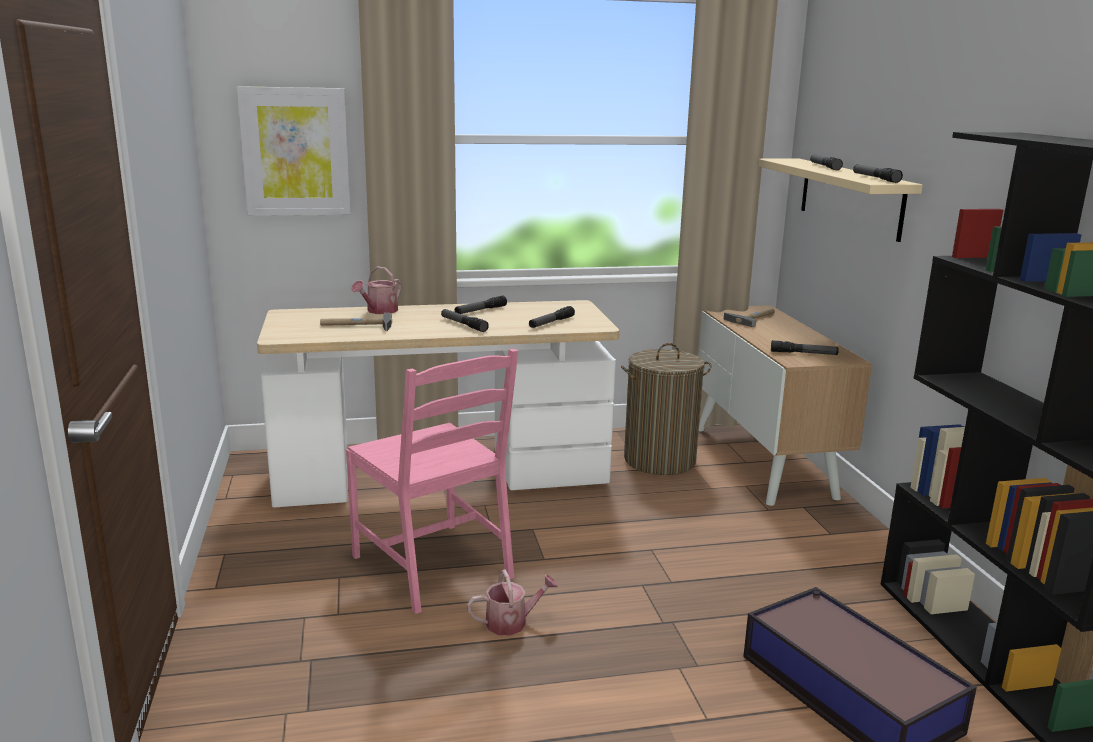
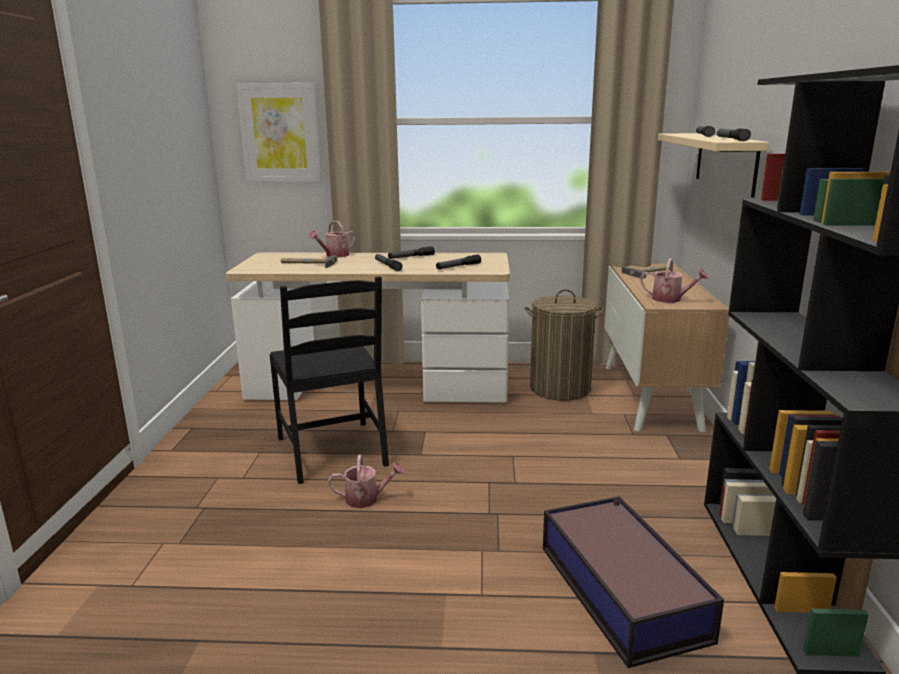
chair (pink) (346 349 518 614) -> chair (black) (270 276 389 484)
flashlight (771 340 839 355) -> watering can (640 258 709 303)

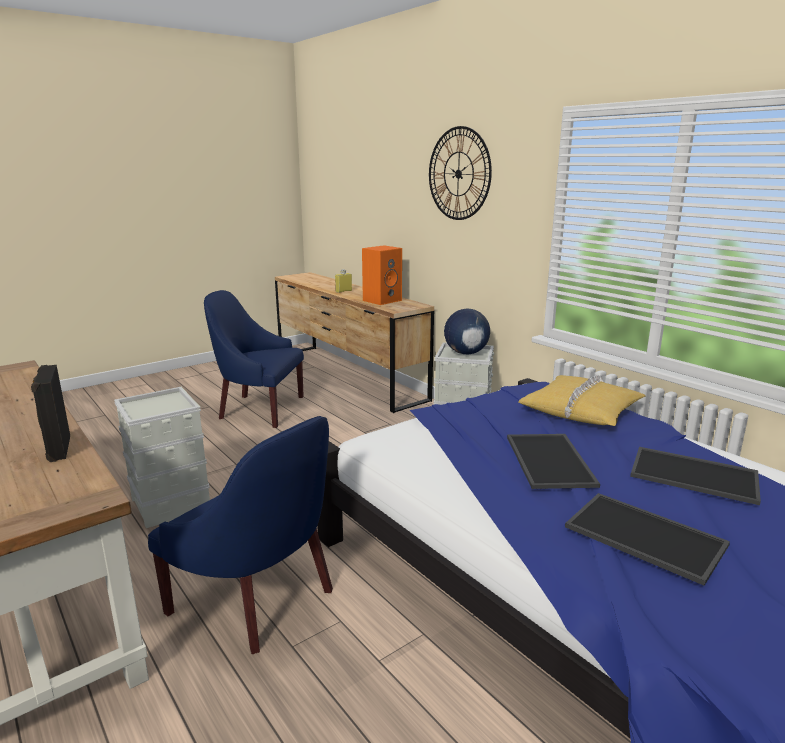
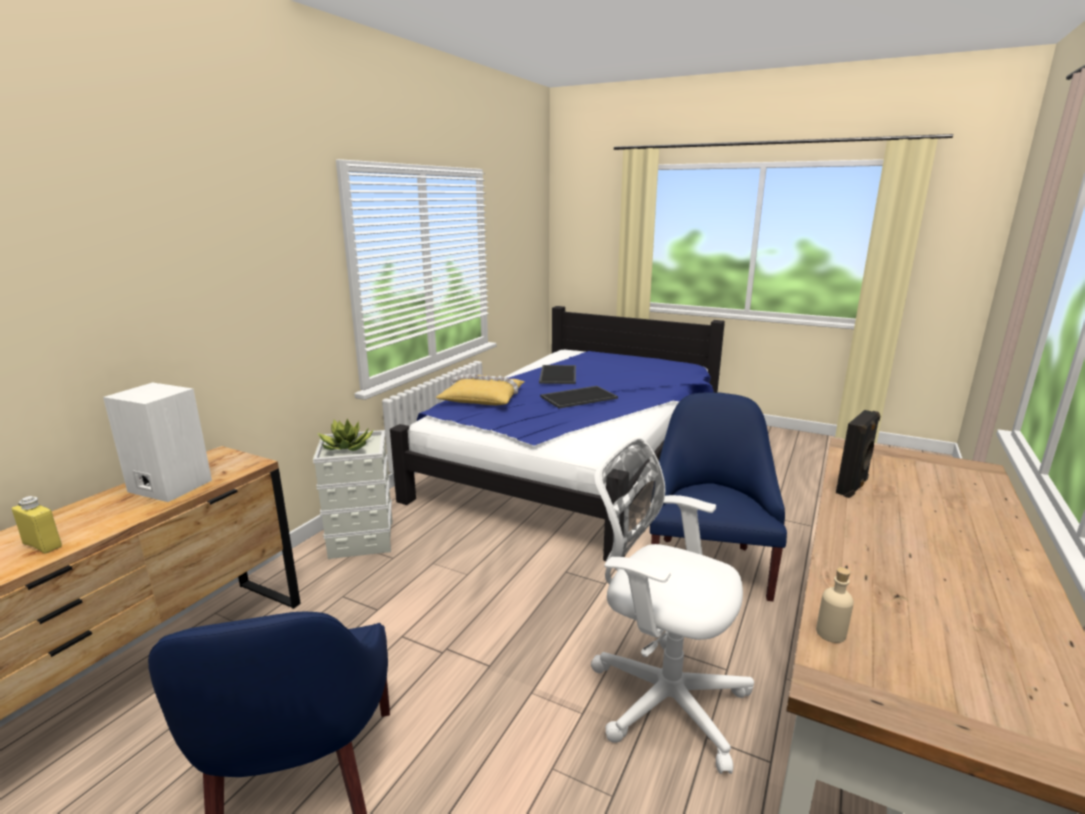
speaker (orange) (362 245 402 305) -> speaker (white) (103 383 212 502)
globe (444 309 490 354) -> potted plant (317 419 373 451)
storage box (grey) (114 387 210 528) -> office chair (white) (591 437 754 774)
none -> bottle (beige) (816 567 854 643)
wall clock (429 126 492 220) -> none
tray (565 493 730 586) -> none

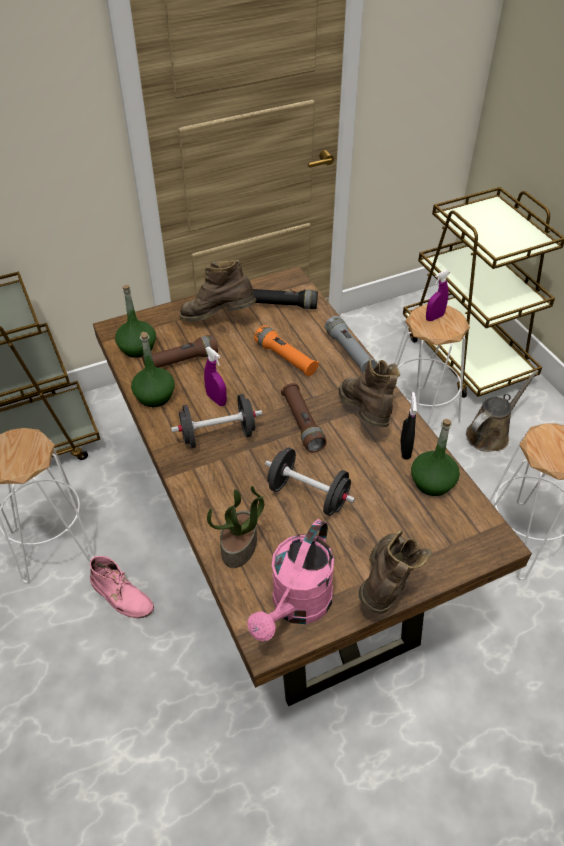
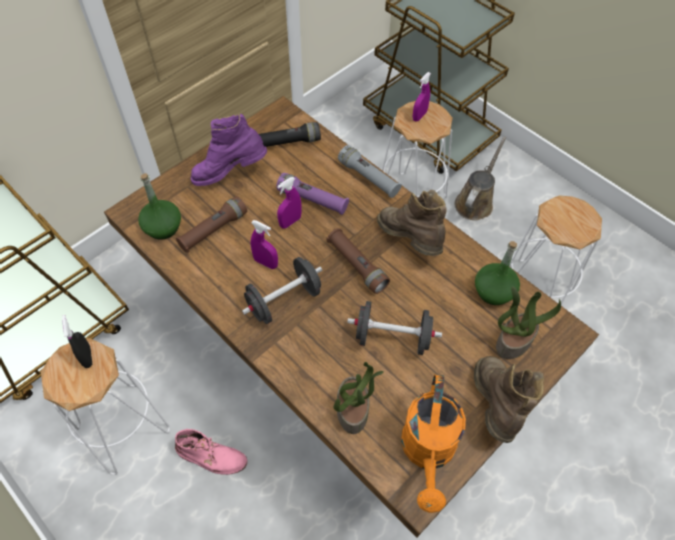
spray bottle (black) (401 392 417 460) -> spray bottle (black) (62 315 92 368), relocated
boot (brown) (179 259 256 322) -> boot (purple) (191 114 267 186)
flashlight (orange) (254 325 319 376) -> flashlight (purple) (276 173 349 215)
none -> spray bottle (purple) (277 177 302 229)
watering can (pink) (248 519 334 641) -> watering can (orange) (401 374 466 513)
none -> potted plant (496 287 561 359)
bottle (green) (131 332 175 407) -> none

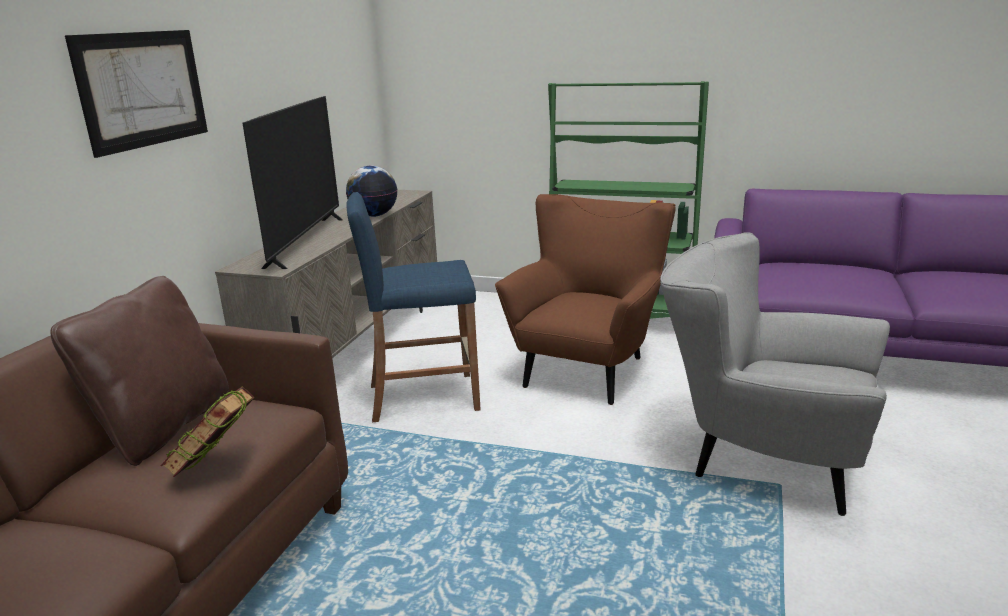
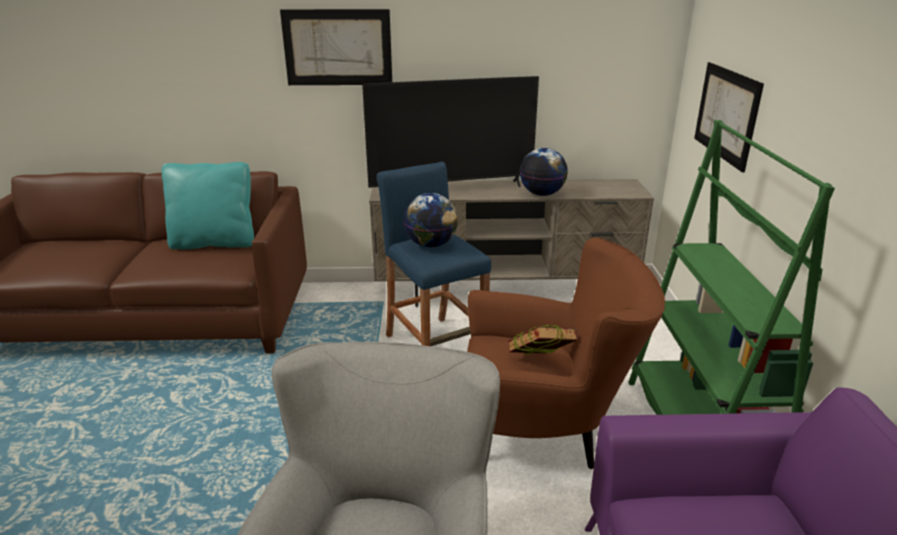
pillow (brown) (50 276 229 466) -> pillow (turquoise) (161 162 254 249)
none -> globe (403 193 458 248)
book (160 387 255 477) -> book (508 325 578 355), relocated
none -> picture (694 62 764 173)

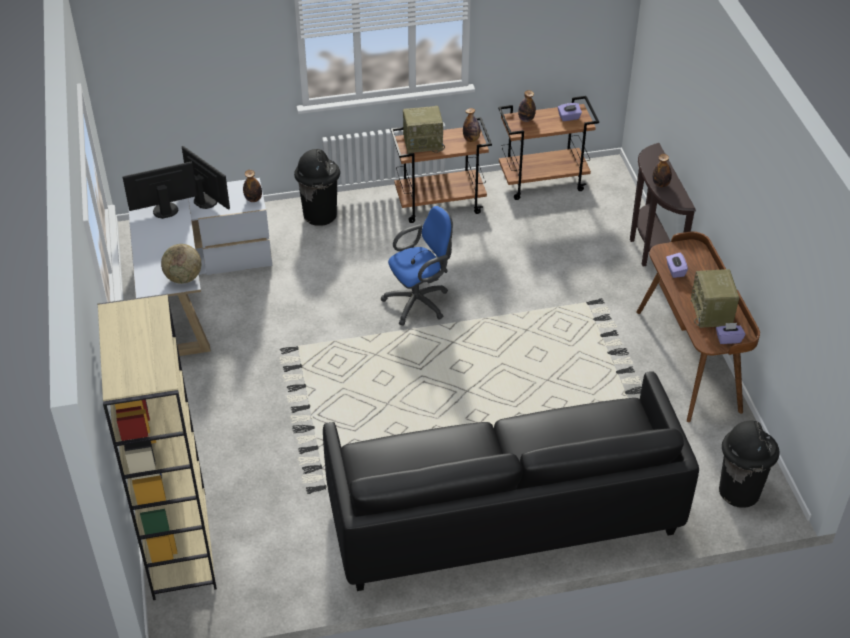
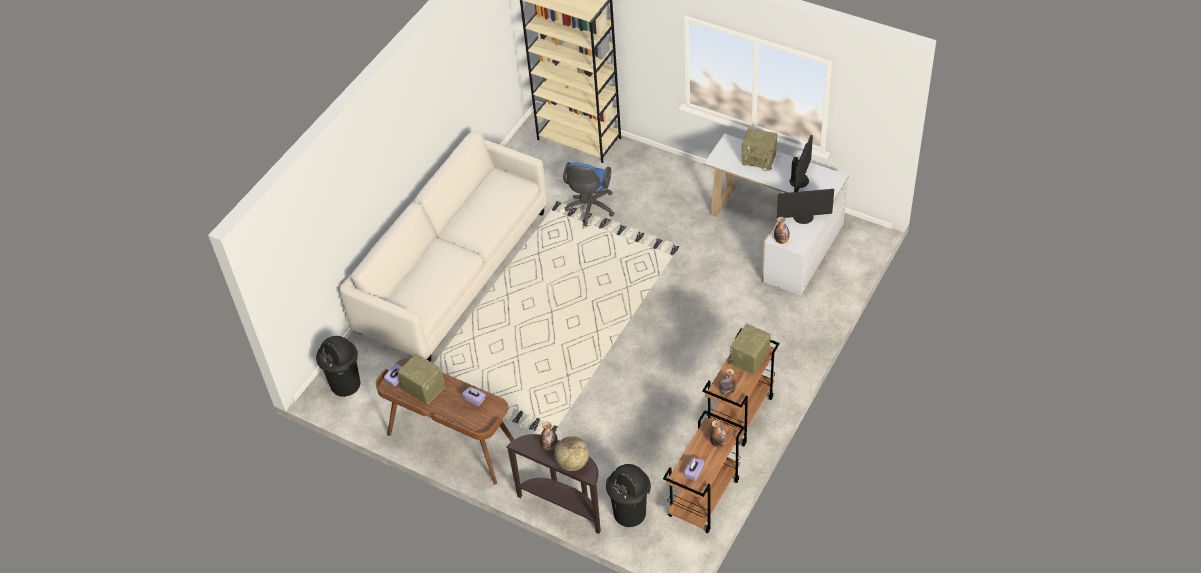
sofa (black) (323 371 699 591) -> sofa (white) (339 132 548 361)
globe (161 244 201 284) -> globe (554 436 589 471), relocated
office chair (blue) (381 206 453 326) -> office chair (blue) (563 162 615 226), relocated
trash can (black) (294 149 340 226) -> trash can (black) (606 464 651 527), relocated
none -> radio (742 128 777 171)

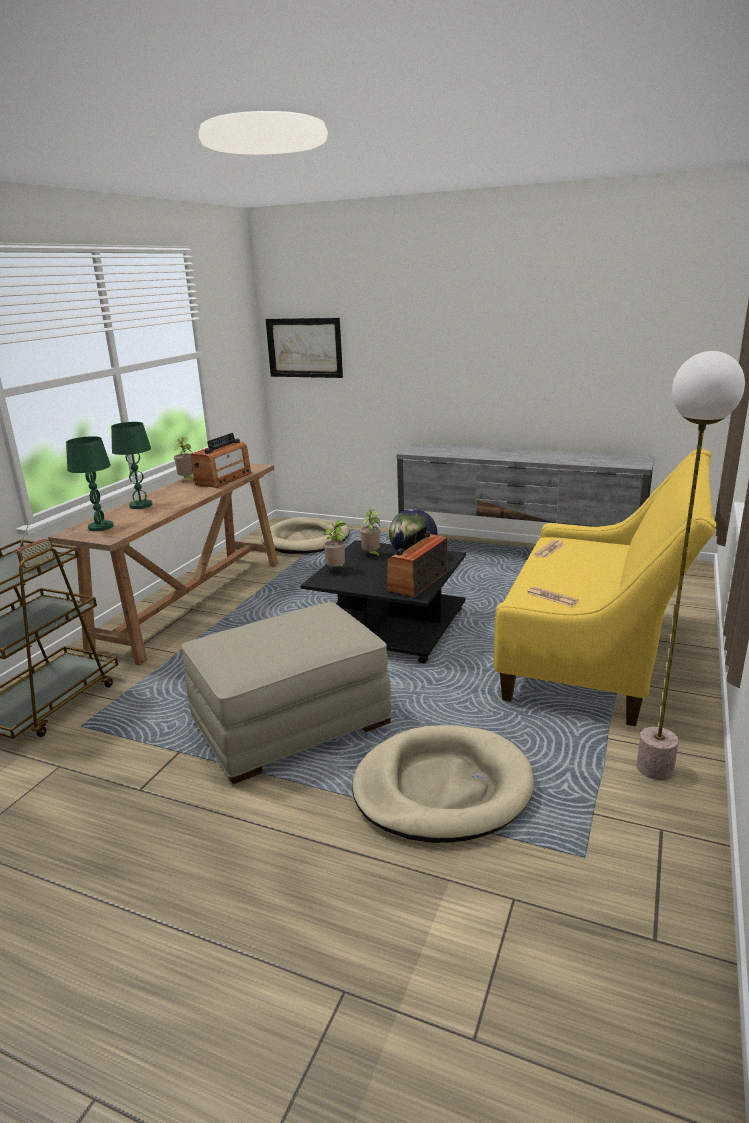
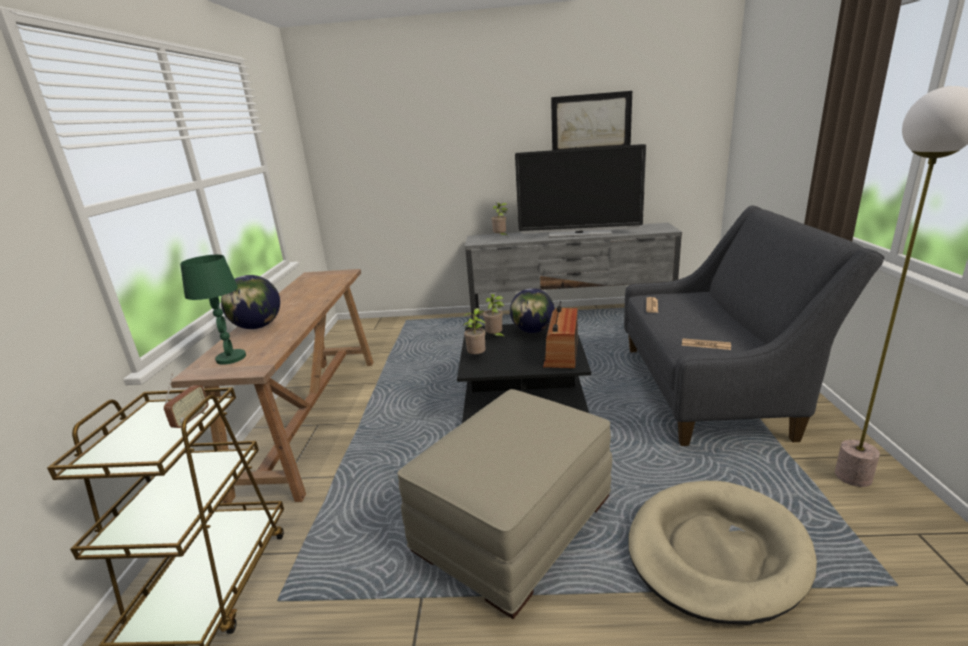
table lamp (green) (111 422 153 509) -> globe (221 275 280 329)
potted plant (174 437 194 482) -> potted plant (491 203 509 237), relocated
none -> television (515 144 646 238)
picture (266 318 343 378) -> picture (551 91 632 150), relocated
sofa (yellow) (494 448 717 726) -> sofa (grey) (624 205 885 446)
radio (191 433 252 488) -> none
dog bed (beige) (261 517 349 554) -> none

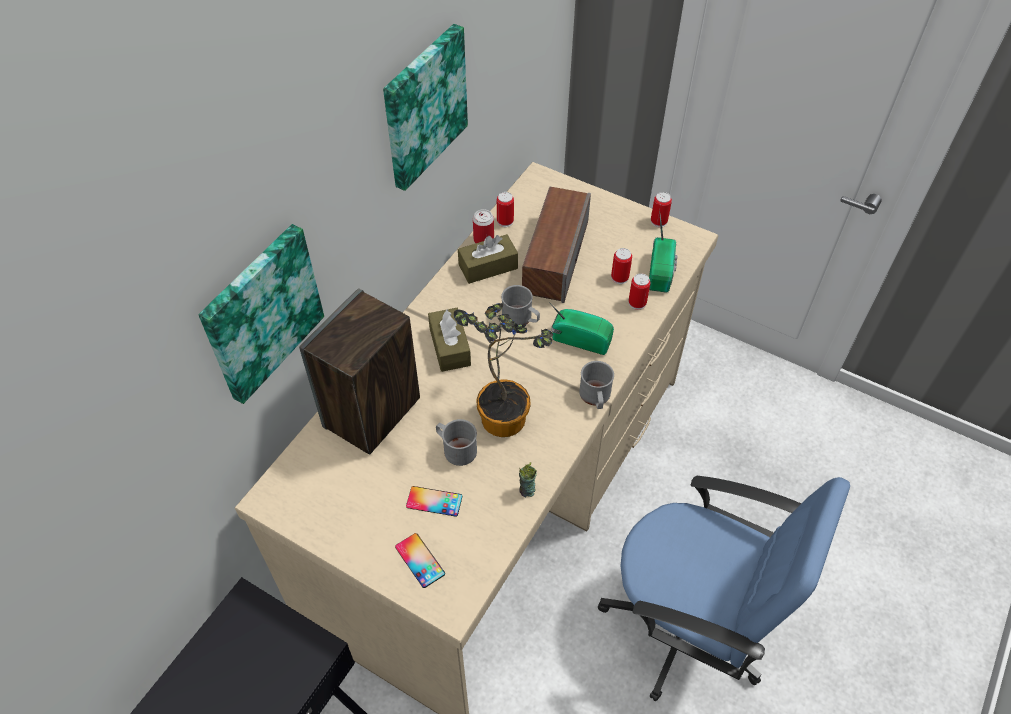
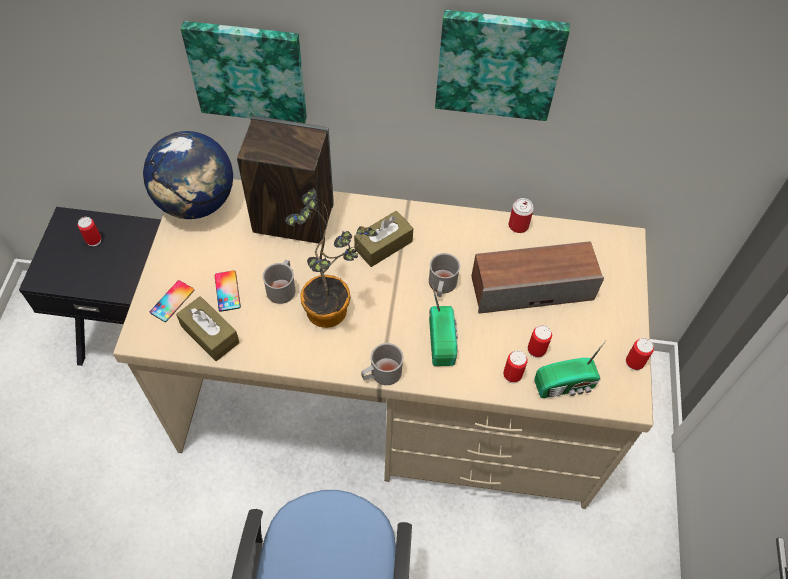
can (497 192 514 227) -> can (78 217 101 246), relocated
none -> globe (143 131 233 219)
tissue box (brown) (458 234 518 284) -> tissue box (brown) (176 296 240 361), relocated
cup (519 462 537 497) -> none

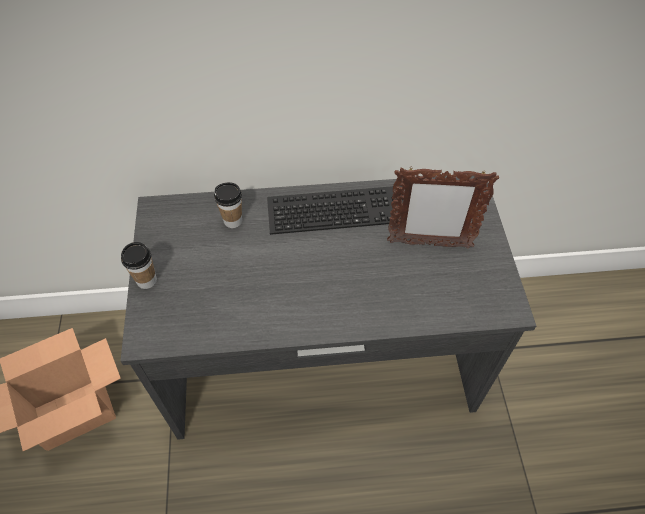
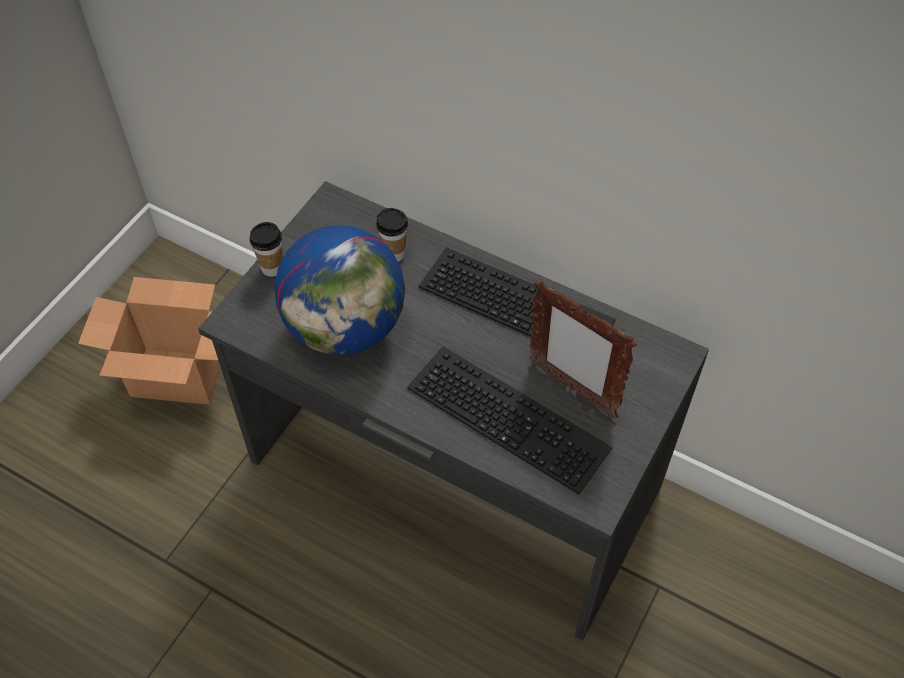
none -> globe (274 225 405 355)
none -> keyboard (407 346 612 494)

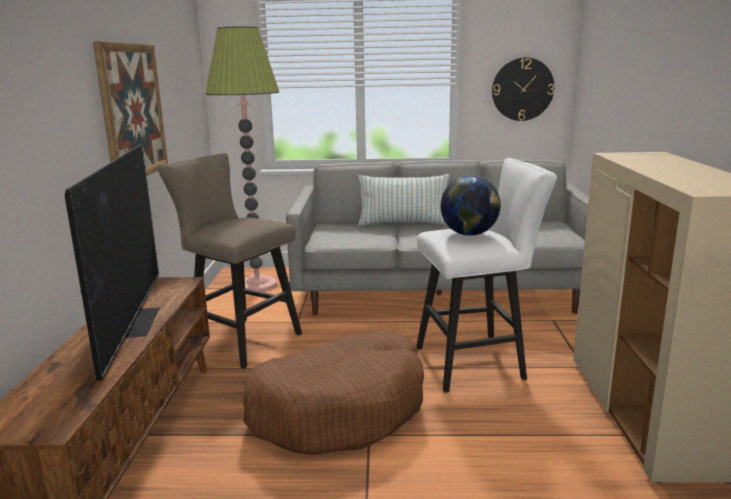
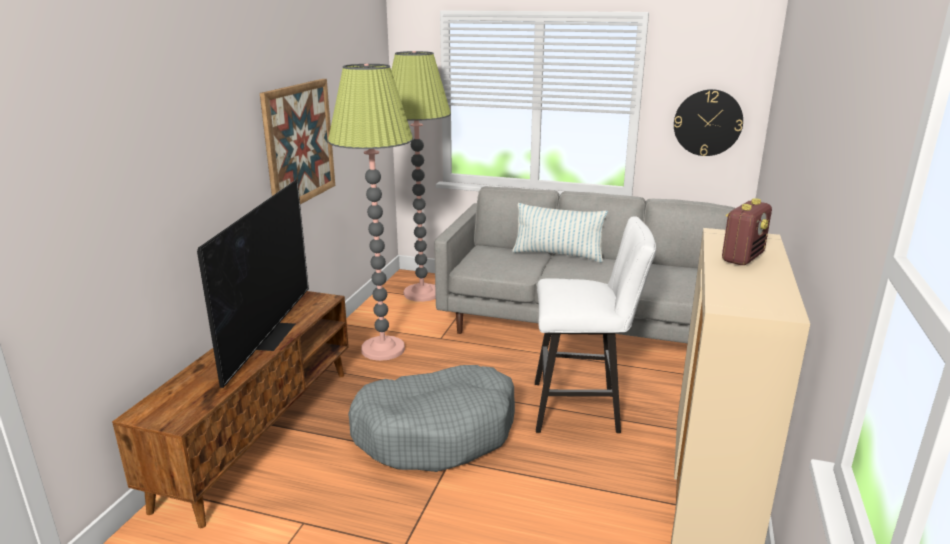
stool (beige) (157 153 302 369) -> floor lamp (328 64 413 361)
dog bed (brown) (243 331 424 455) -> dog bed (grey) (348 365 515 472)
none -> radio (722 198 772 265)
globe (440 176 501 236) -> none

